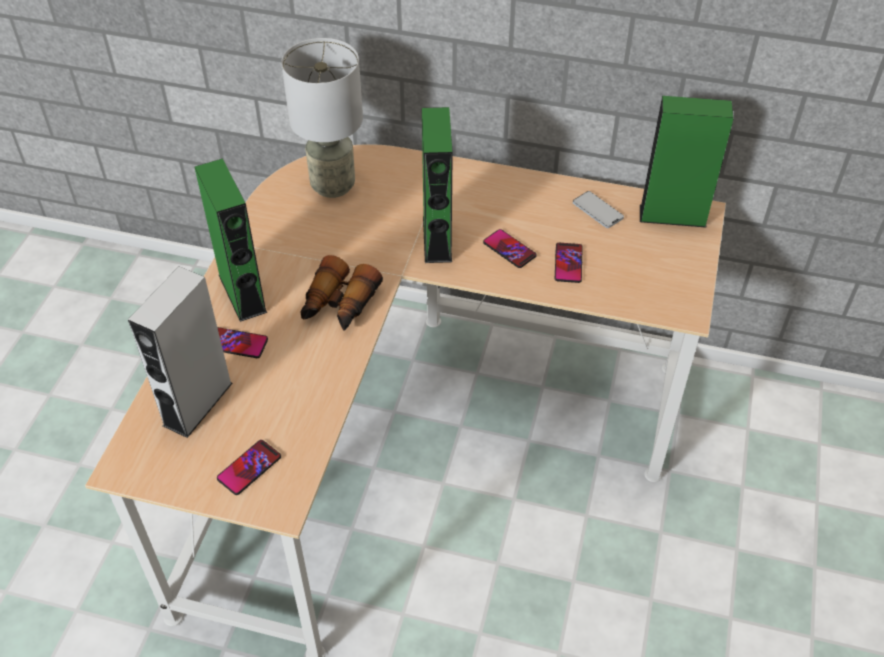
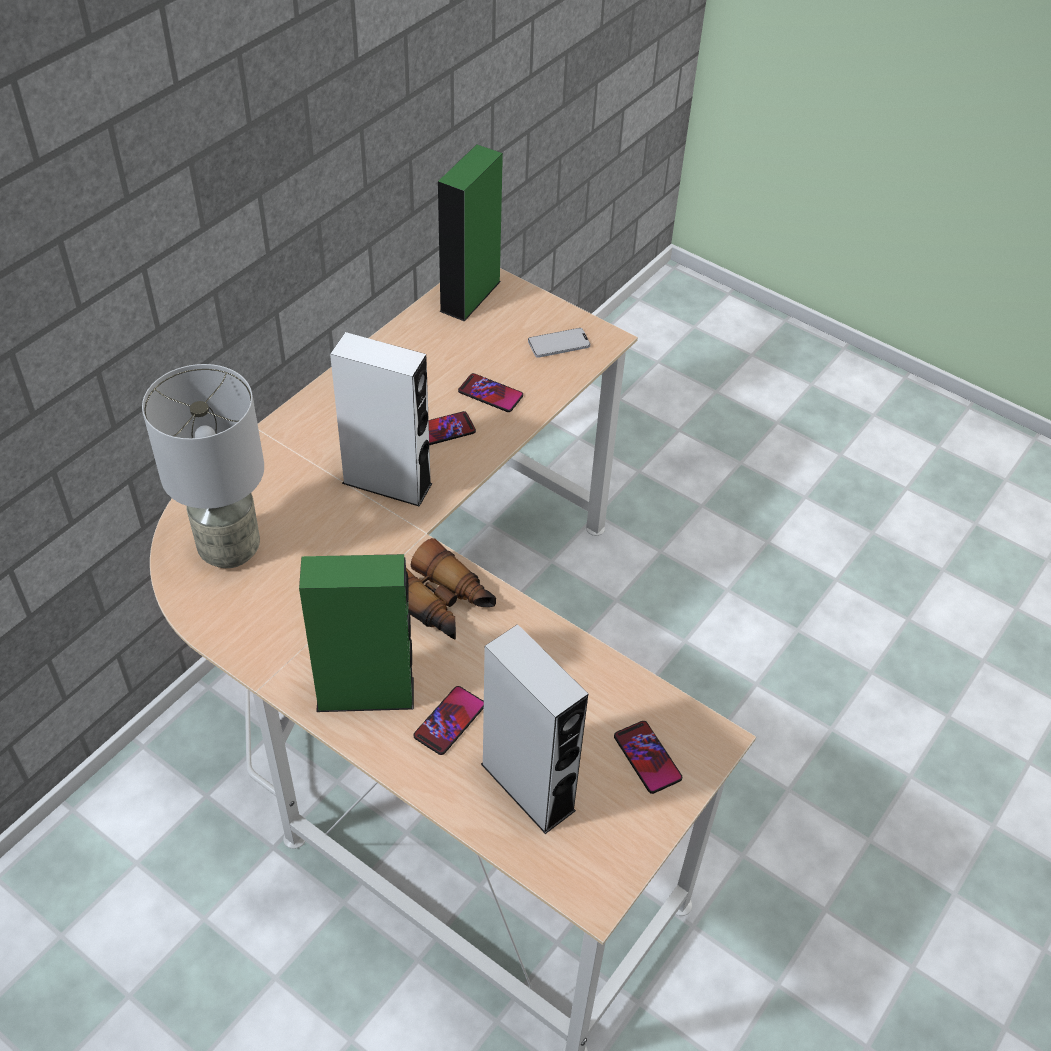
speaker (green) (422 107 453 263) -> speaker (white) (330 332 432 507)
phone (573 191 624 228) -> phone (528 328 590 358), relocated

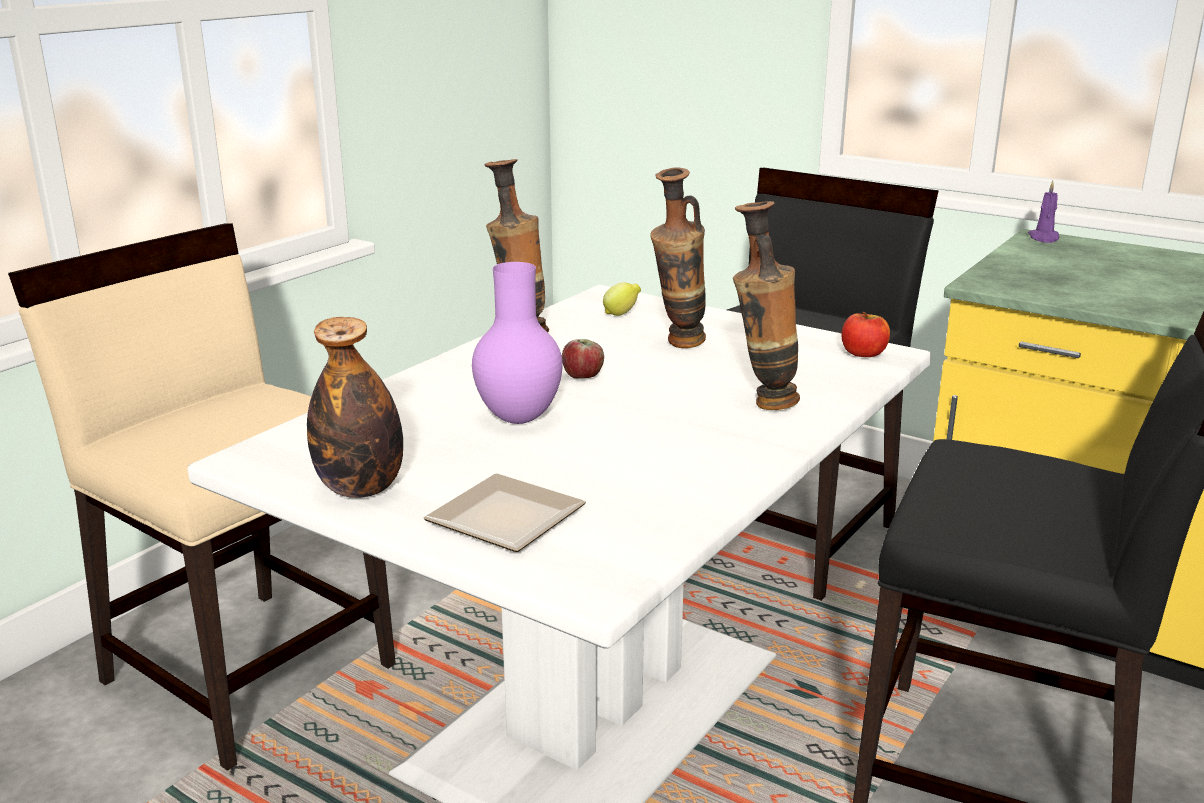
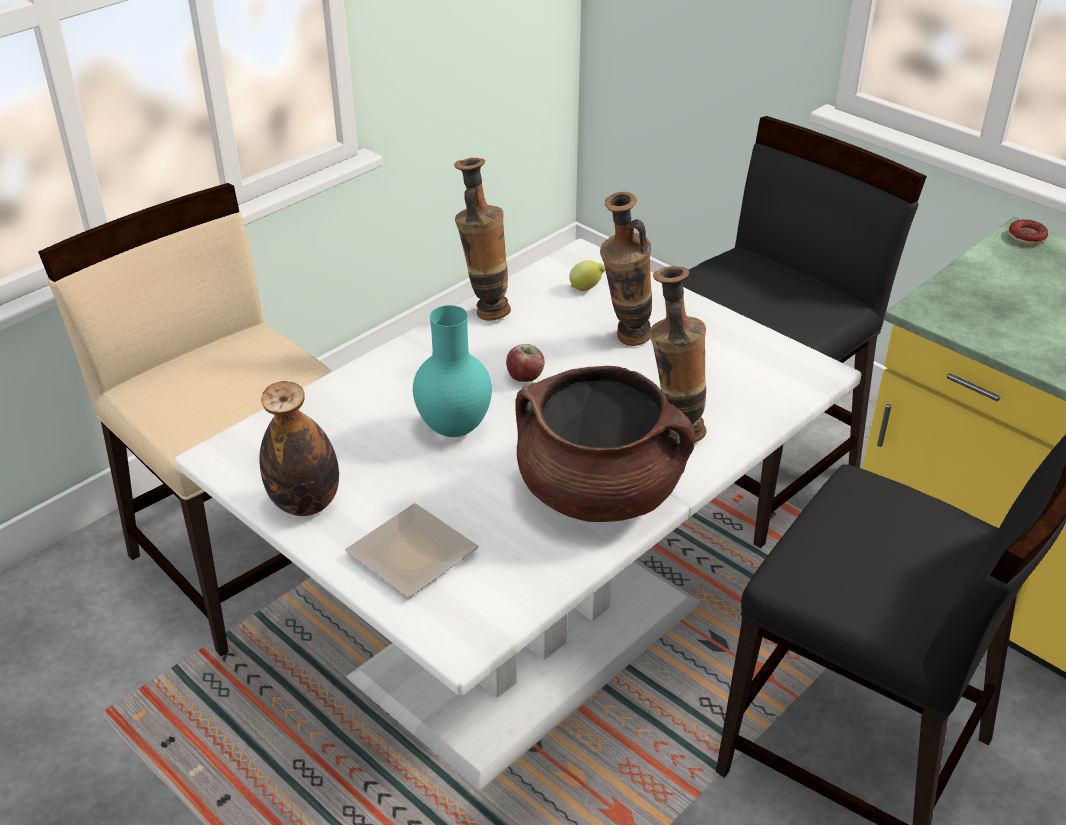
vase (purple) (472 262 563 424) -> vase (turquoise) (413 305 492 437)
none -> cooking pot (brown) (515 366 695 522)
candle (purple) (1028 181 1059 243) -> donut (1009 219 1048 245)
apple (841 312 890 357) -> none

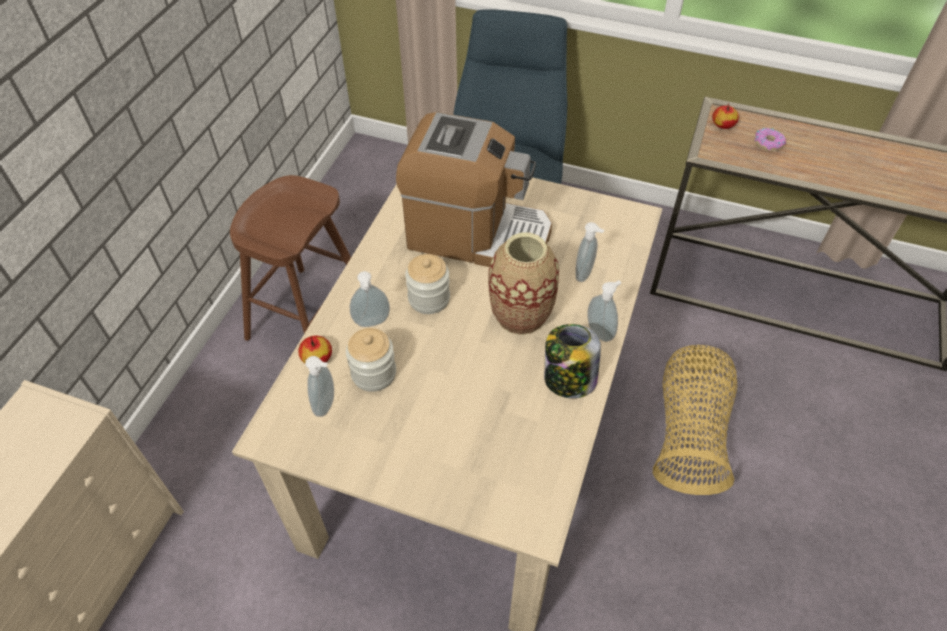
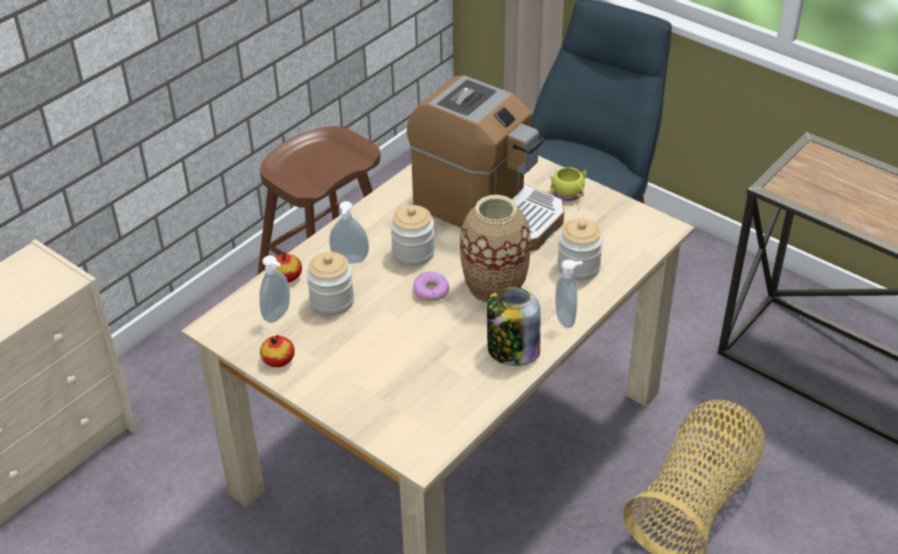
apple (712 103 739 129) -> apple (260 334 295 367), relocated
donut (754 128 786 152) -> donut (413 272 449 302), relocated
none -> mug (yellow) (550 167 587 201)
soap dispenser (575 222 604 282) -> jar (557 219 603 281)

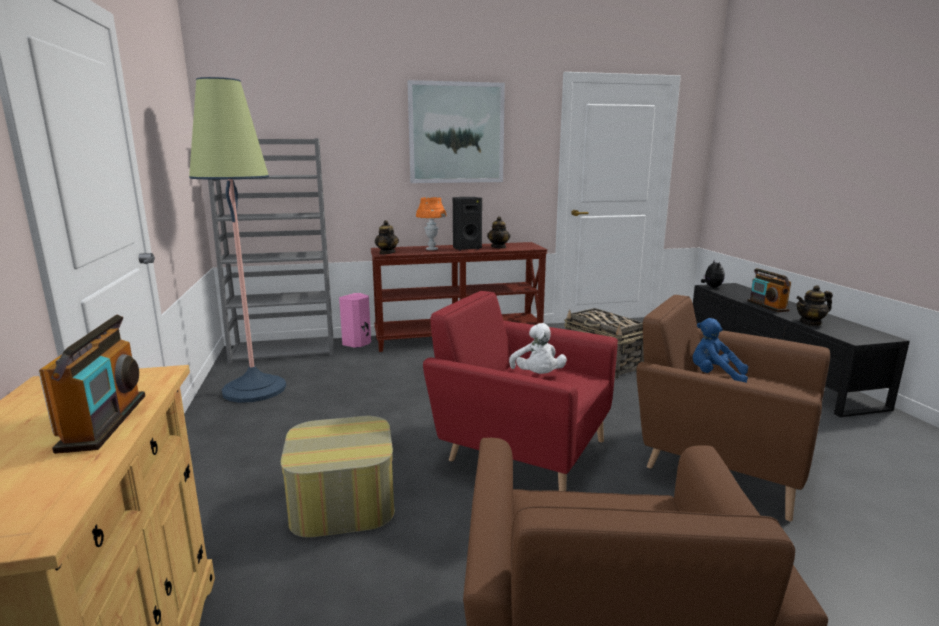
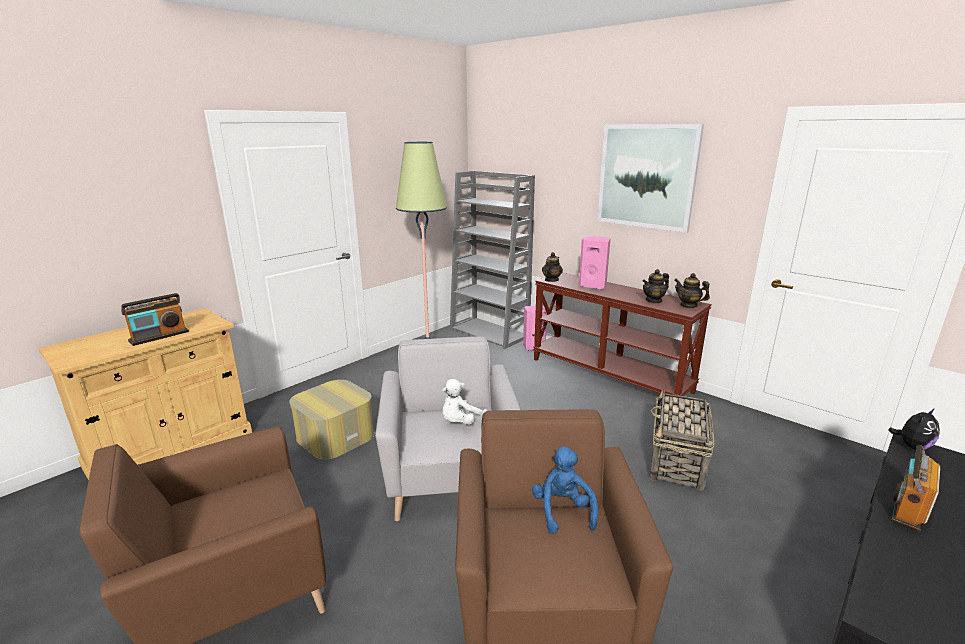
armchair (red) (423 291 618 491) -> armchair (grey) (375 337 520 521)
table lamp (orange) (416 197 446 250) -> speaker (pink) (579 236 610 289)
teapot (796 285 833 326) -> teapot (675 273 710 308), relocated
speaker (black) (453 197 482 251) -> none

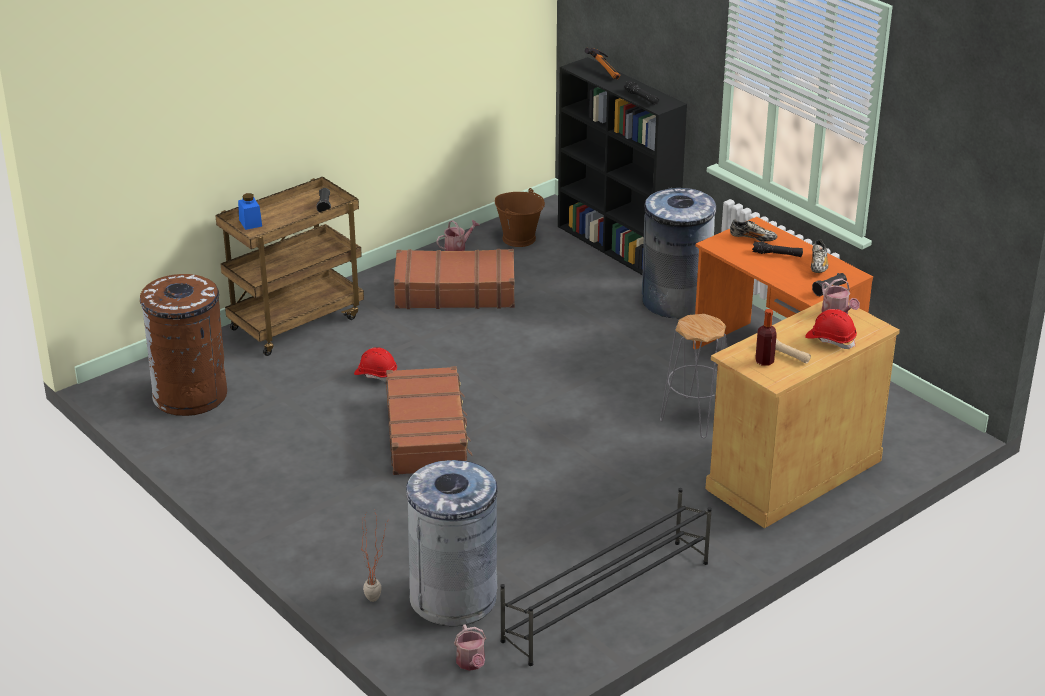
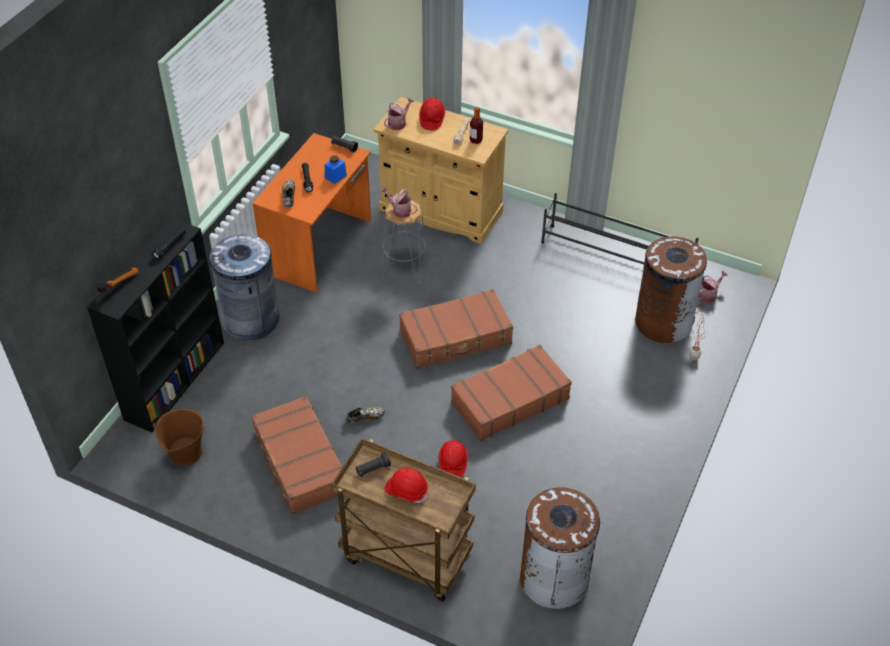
jar (blue) (238 193 262 230) -> jar (blue) (325 155 347 184), relocated
shoe (811 239 828 273) -> shoe (345 407 385 424), relocated
watering can (436 220 480 251) -> watering can (380 186 418 218), relocated
none -> hard hat (red) (384 468 428 503)
none -> suitcase (brown) (399 289 513 369)
trash can (grey) (406 460 498 626) -> trash can (brown) (635 236 707 343)

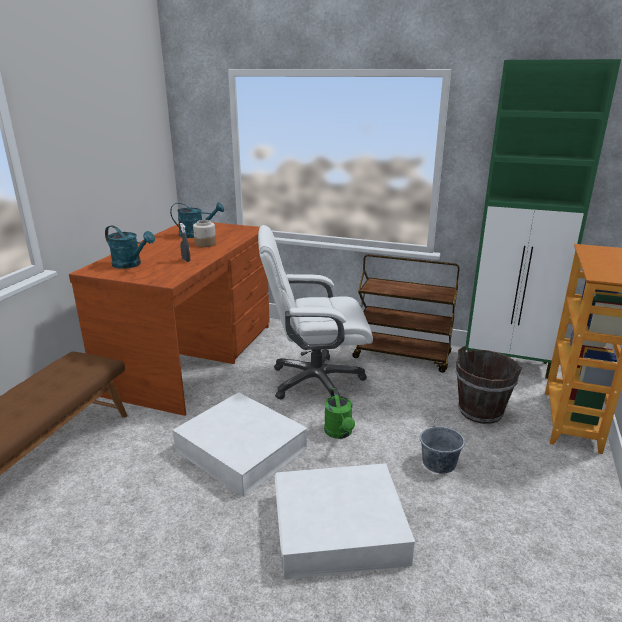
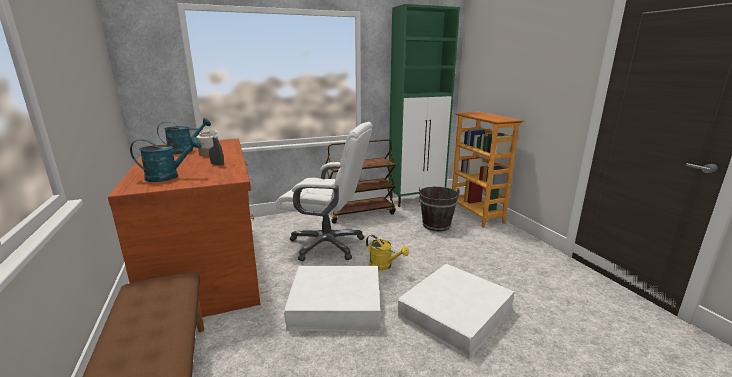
office chair (white) (258 225 373 400) -> office chair (white) (276 122 373 261), 120 degrees counterclockwise
watering can (green) (324 388 355 439) -> watering can (yellow) (366 235 409 271)
bucket (grey) (420 417 465 474) -> none

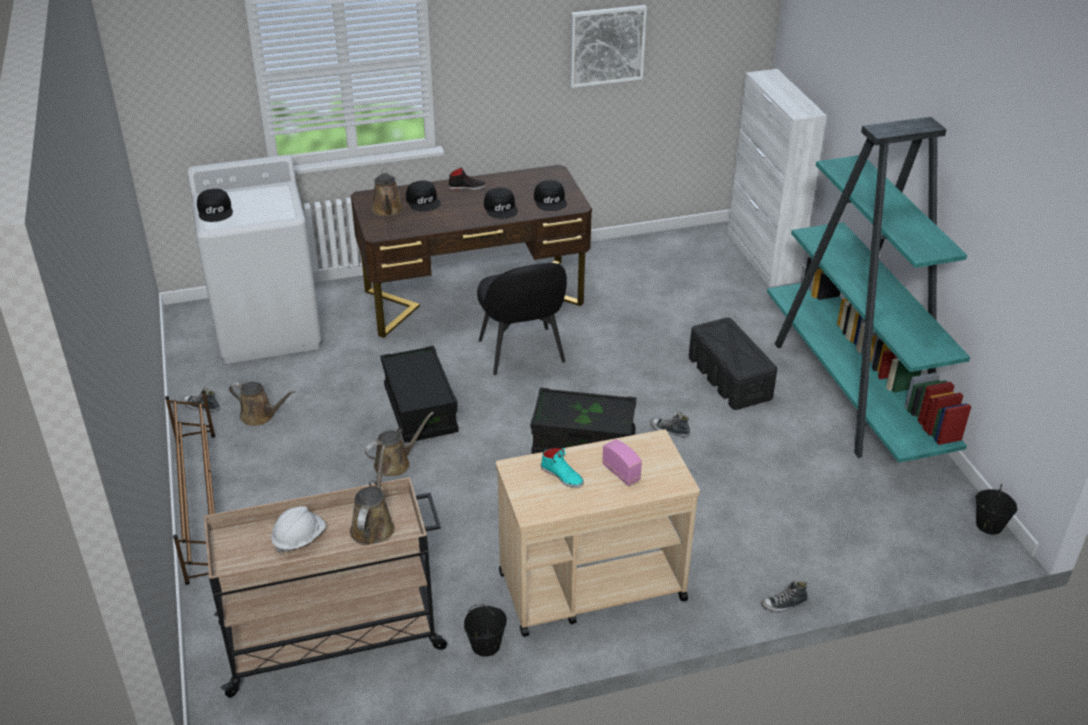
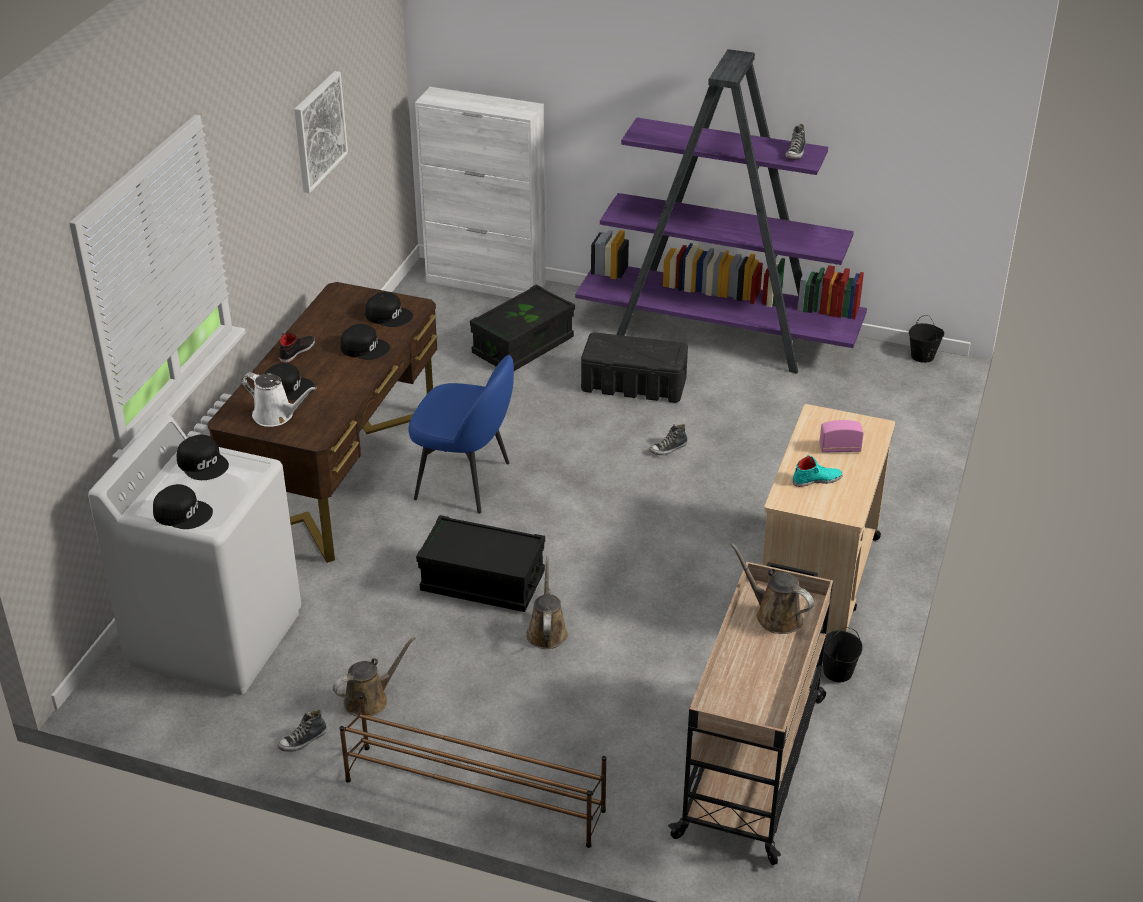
none -> cap (black) (177 435 229 480)
watering can (brown) (372 170 404 217) -> watering can (white) (241 372 317 427)
chair (black) (477 263 567 375) -> chair (blue) (408 355 514 514)
storage box (black) (531 387 636 454) -> storage box (black) (470 284 575 371), relocated
bookcase (turquoise) (767 117 971 463) -> bookcase (purple) (575 49 867 373)
shoe (761 580 808 612) -> shoe (786 124 806 159), relocated
hard hat (white) (271 506 326 554) -> none

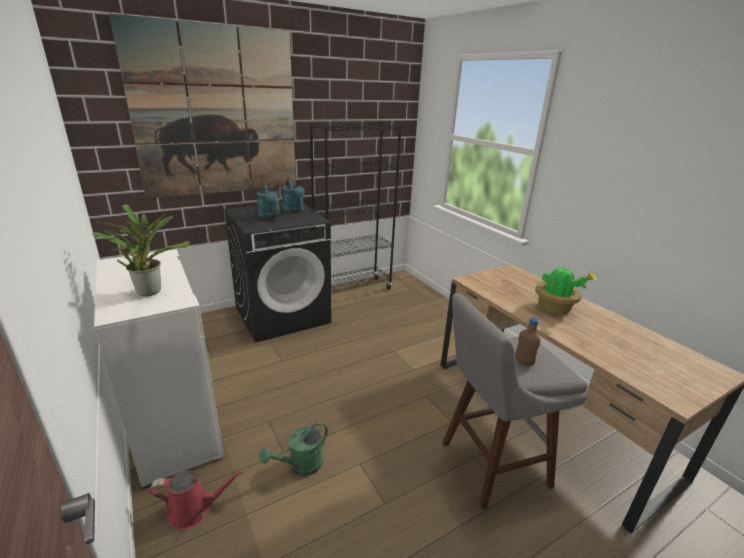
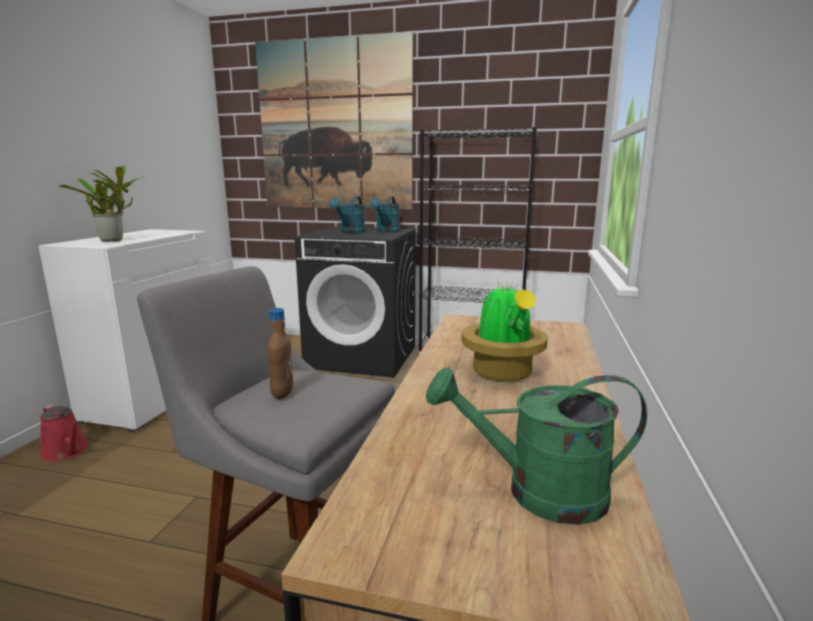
watering can (green) (259 422 328 476) -> watering can (green) (426 367 647 525), relocated

